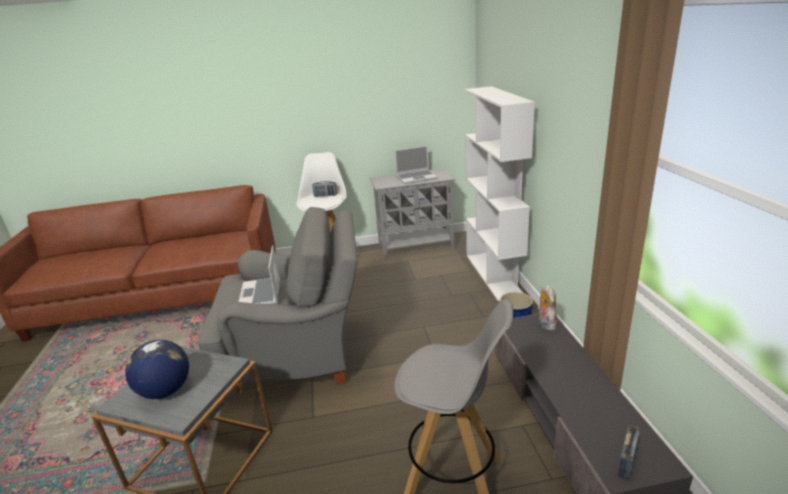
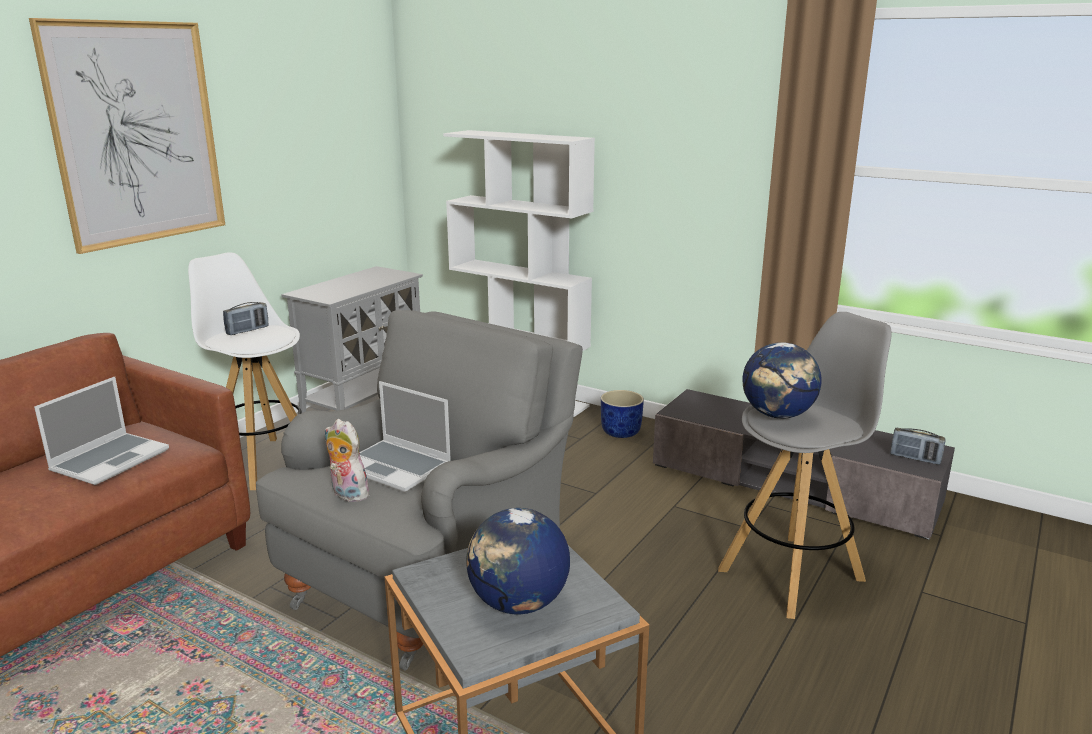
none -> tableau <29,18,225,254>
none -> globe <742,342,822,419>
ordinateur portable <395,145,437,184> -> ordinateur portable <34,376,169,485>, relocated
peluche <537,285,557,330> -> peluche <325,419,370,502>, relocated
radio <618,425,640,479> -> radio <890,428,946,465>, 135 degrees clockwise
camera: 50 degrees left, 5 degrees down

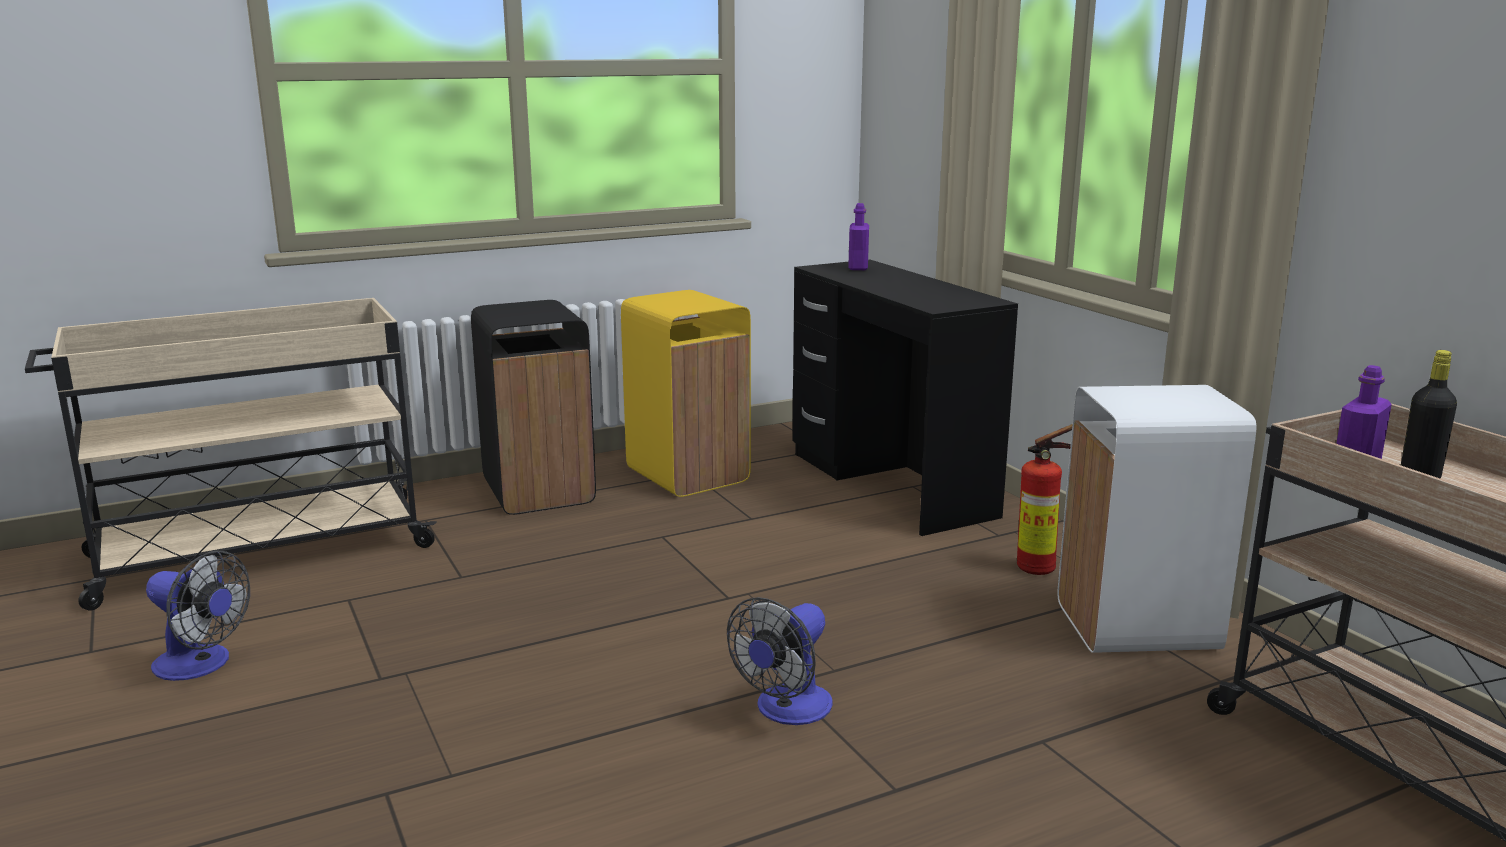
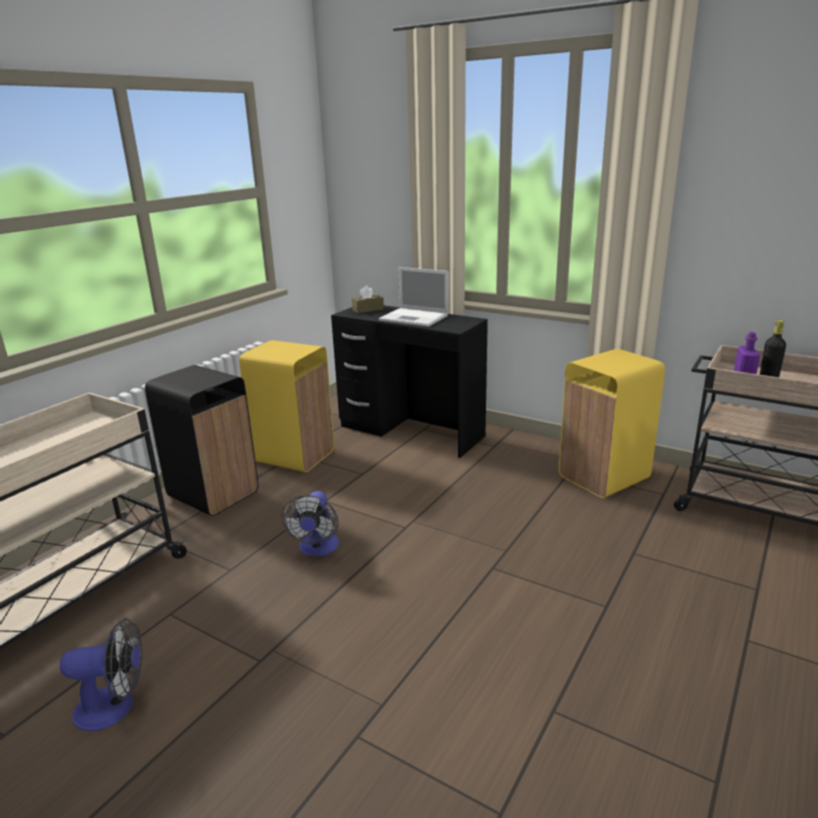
extincteur <1017,424,1072,575> -> none
none -> ordinateur portable <379,267,449,327>
ventilateur <727,597,833,725> -> ventilateur <282,491,339,556>, relocated
bouteille (violet) <848,203,869,270> -> boîte à mouchoirs (marron) <352,285,384,313>
poubelle (blanc) <1058,385,1257,653> -> poubelle (jaune) <559,349,665,498>
camera: 30 degrees left, 5 degrees up

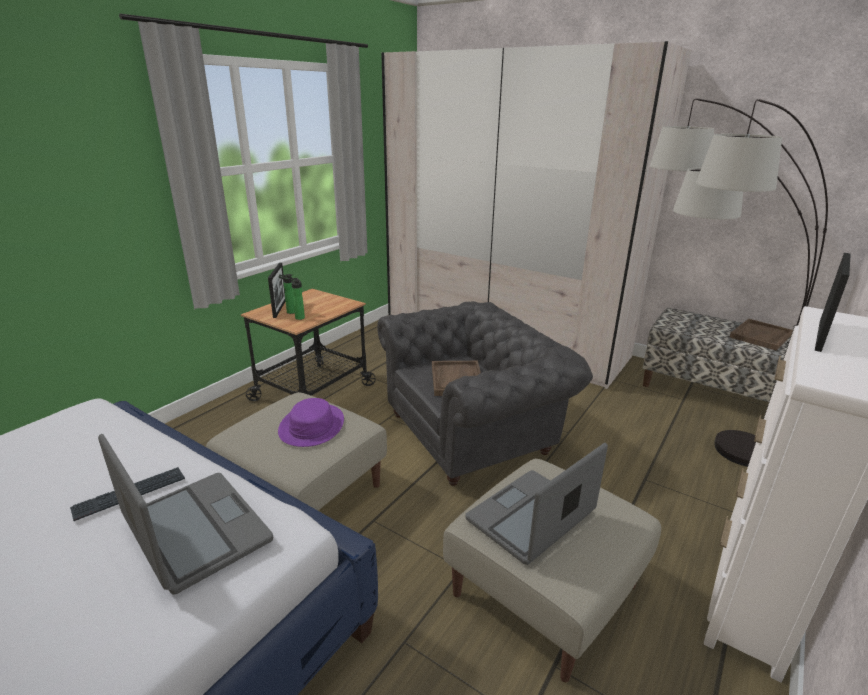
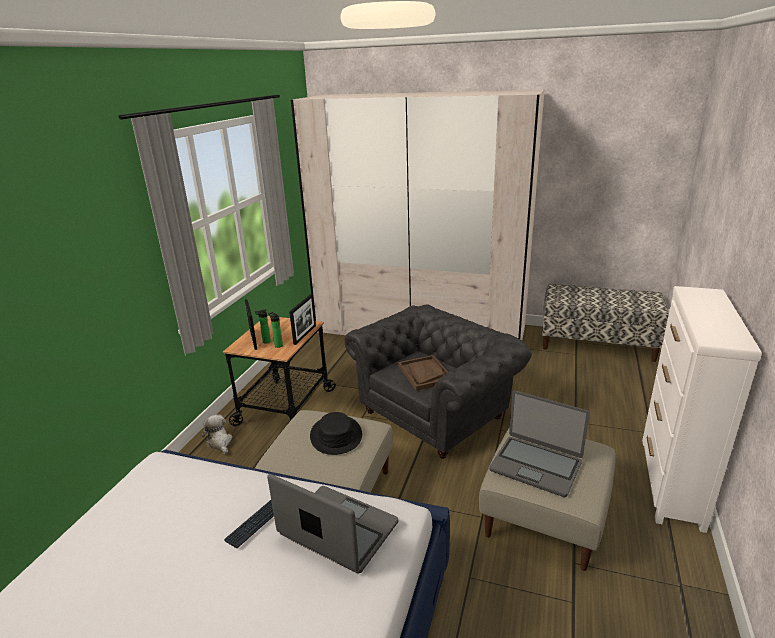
lampadaire <650,99,828,467> -> none
plateau (marron) <730,319,793,351> -> none
none -> peluche <202,415,232,454>
cadre photo <815,253,851,352> -> cadre photo <289,294,316,345>, relocated
chapeau (violet) <278,398,344,447> -> chapeau (noir) <310,412,362,455>
ordinateur portable <465,443,608,565> -> ordinateur portable <489,390,590,497>, 90 degrees counterclockwise
camera: 15 degrees left, 0 degrees up

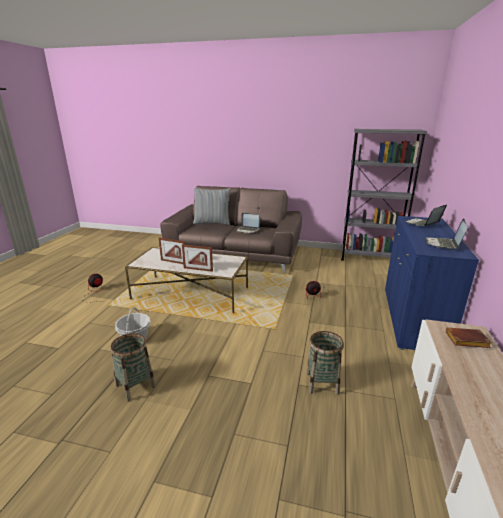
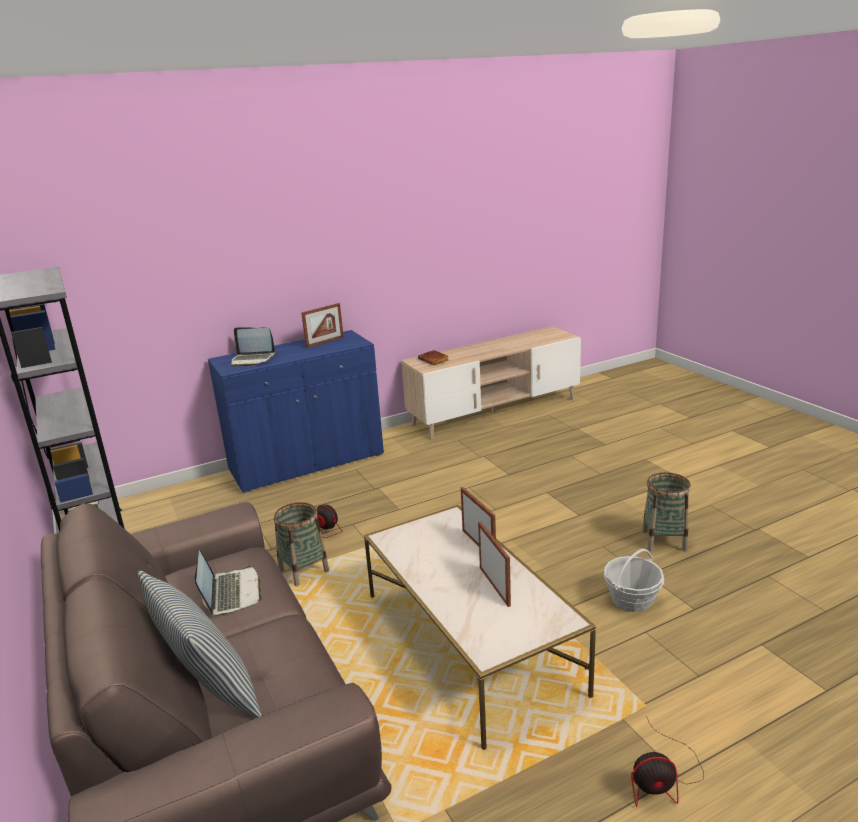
panier <306,331,344,395> -> panier <274,502,329,586>, relocated
ordinateur portable <425,218,468,249> -> cadre photo <301,303,344,348>
camera: 130 degrees left, 0 degrees up

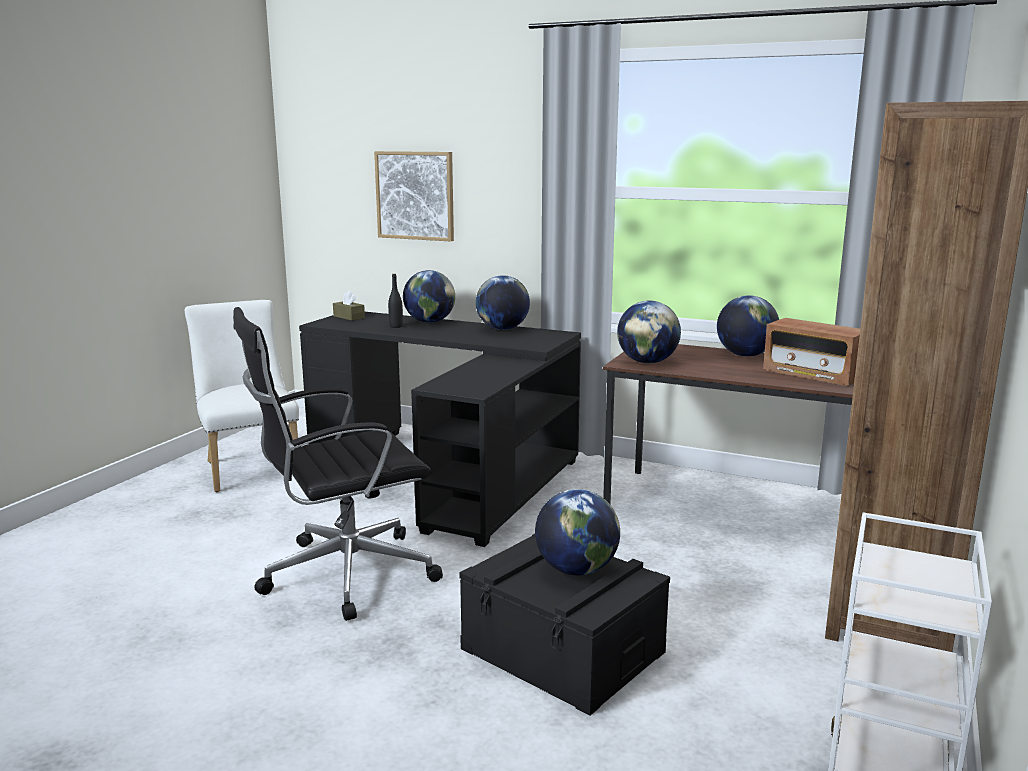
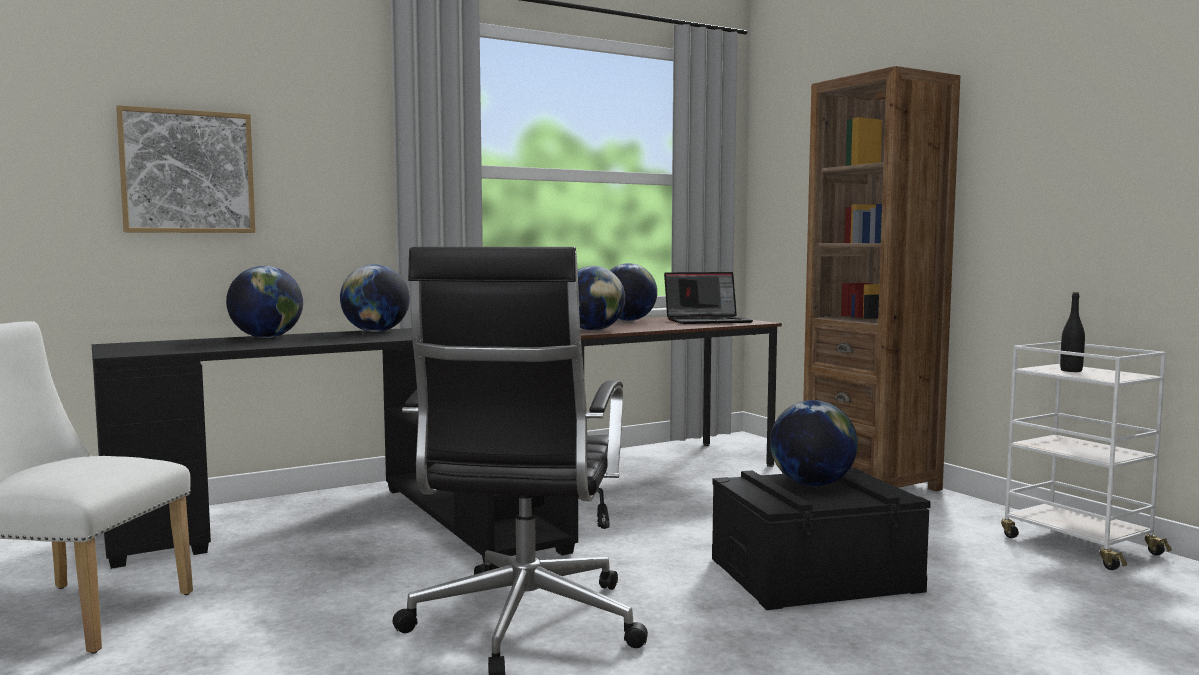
boîte à mouchoirs (marron) <333,291,365,321> -> none
bouteille (noir) <388,274,403,328> -> bouteille (noir) <1060,292,1085,372>, relocated
radio <763,318,860,386> -> ordinateur portable <664,272,753,324>
camera: 55 degrees left, 10 degrees down

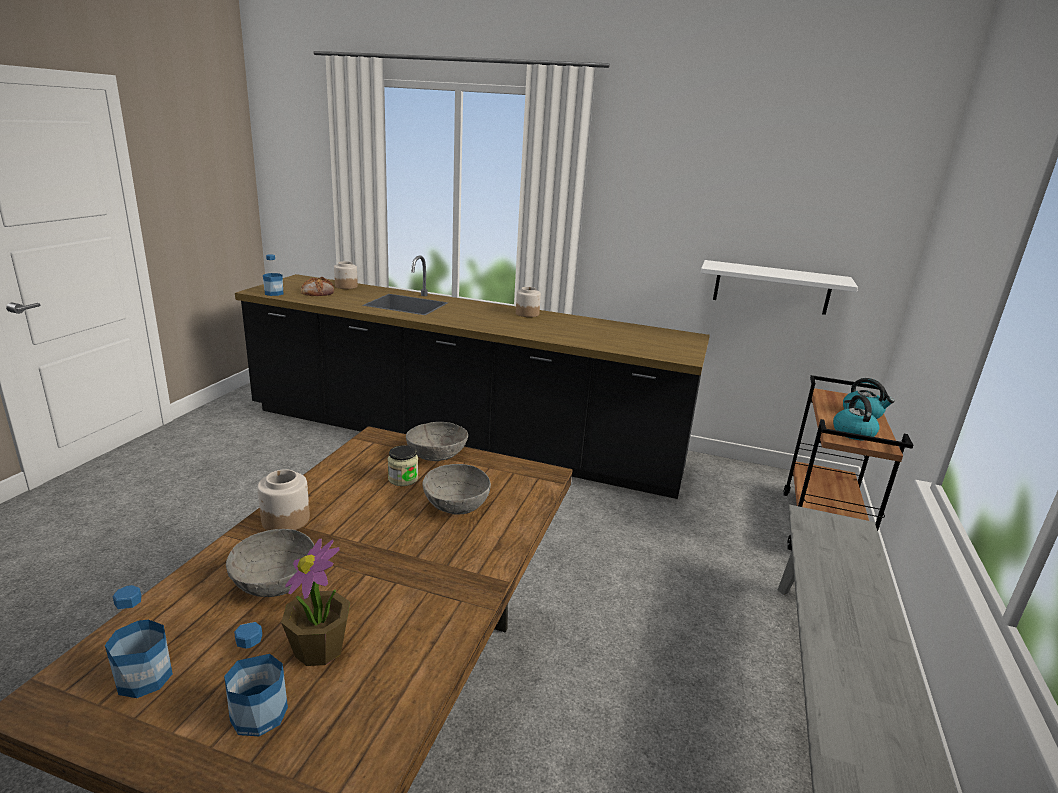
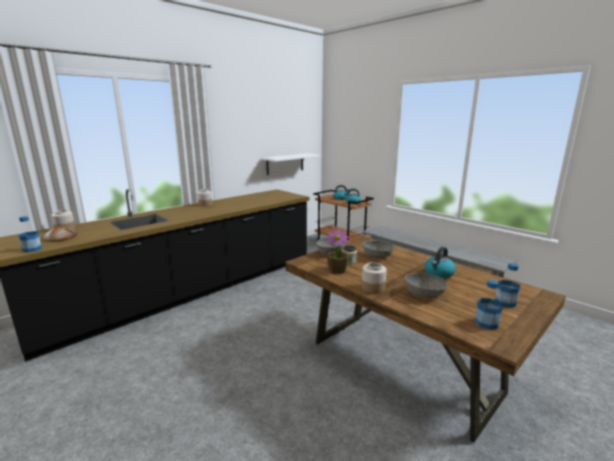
none -> bouilloire <425,247,456,278>
plante en pot <281,538,350,666> -> plante en pot <327,229,350,274>, relocated
camera: 60 degrees left, 5 degrees down

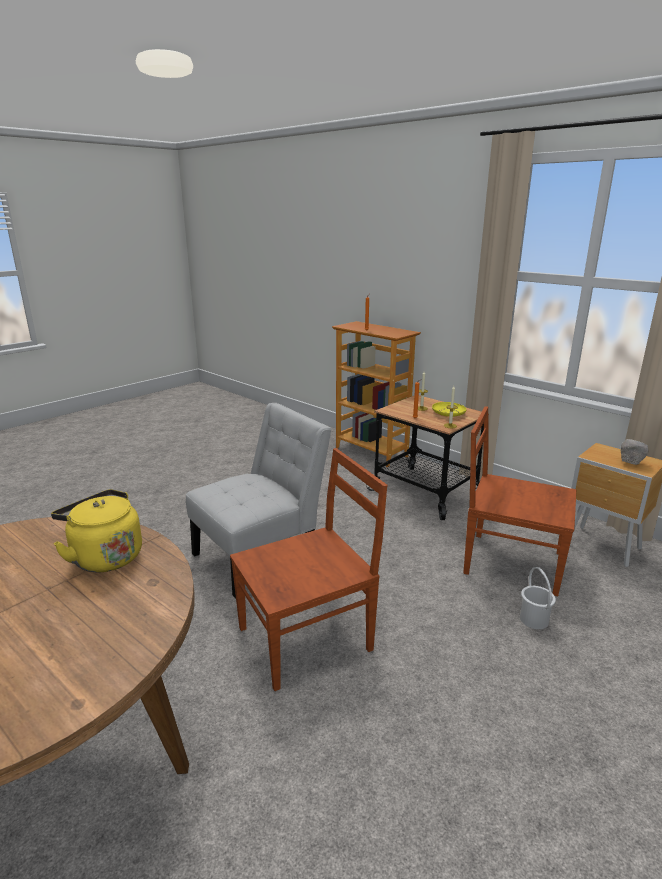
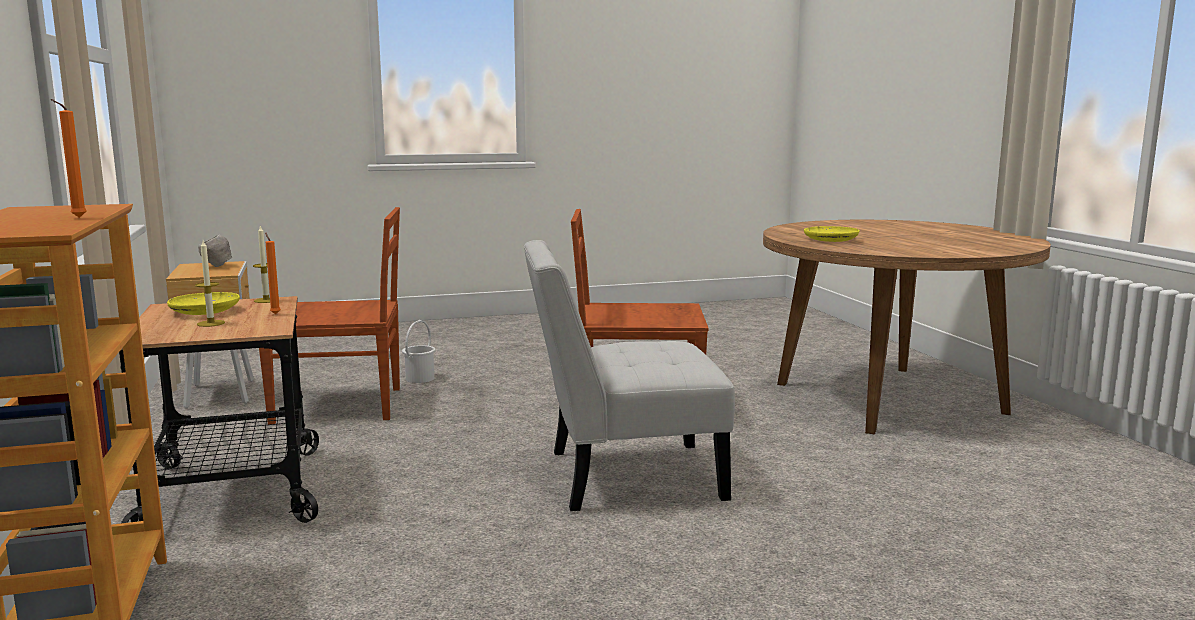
bouilloire (jaune) <51,489,142,573> -> assiette (jaune) <804,226,860,242>
chaise (marron) <463,406,576,596> -> chaise (marron) <259,207,400,425>, 60 degrees counterclockwise
camera: 150 degrees left, 10 degrees down

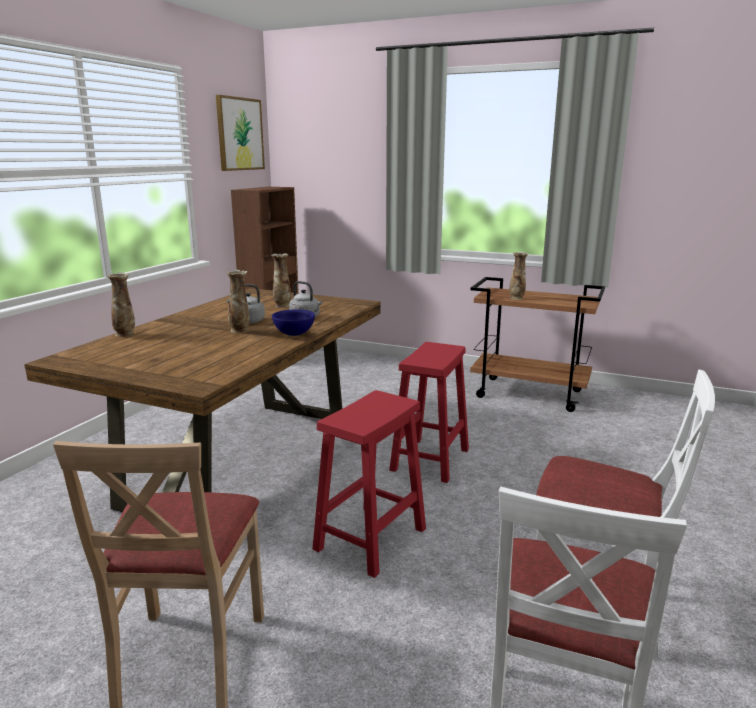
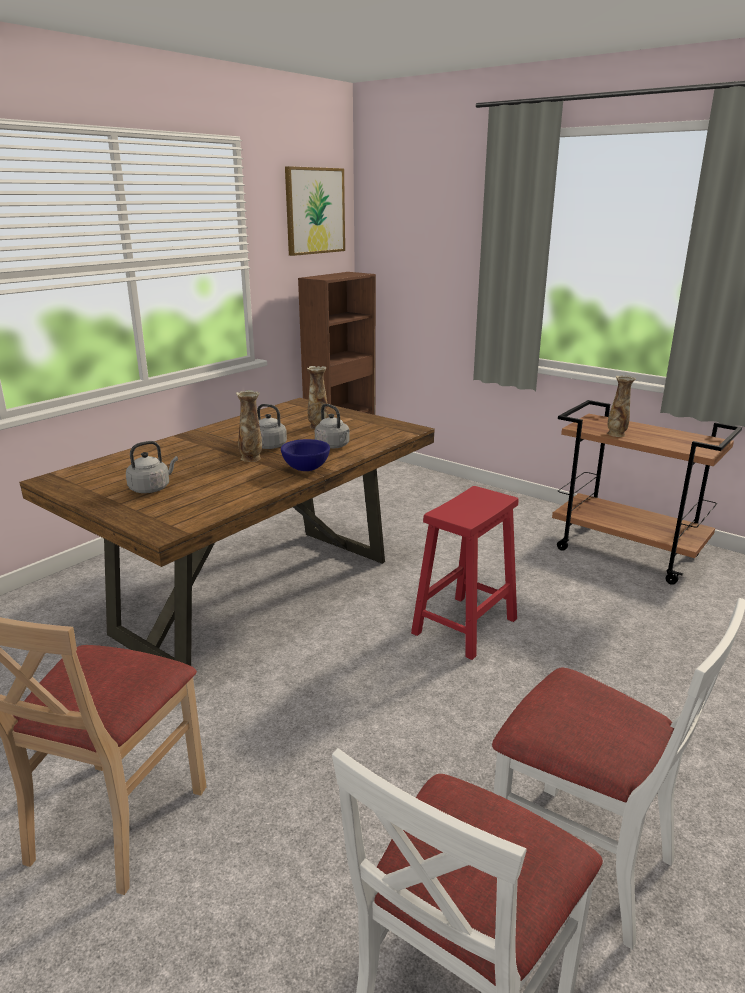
vase <107,272,135,337> -> none
tabouret (rouge) <312,390,426,578> -> none
none -> bouilloire (gris) <126,441,178,493>
camera: 15 degrees right, 5 degrees up

